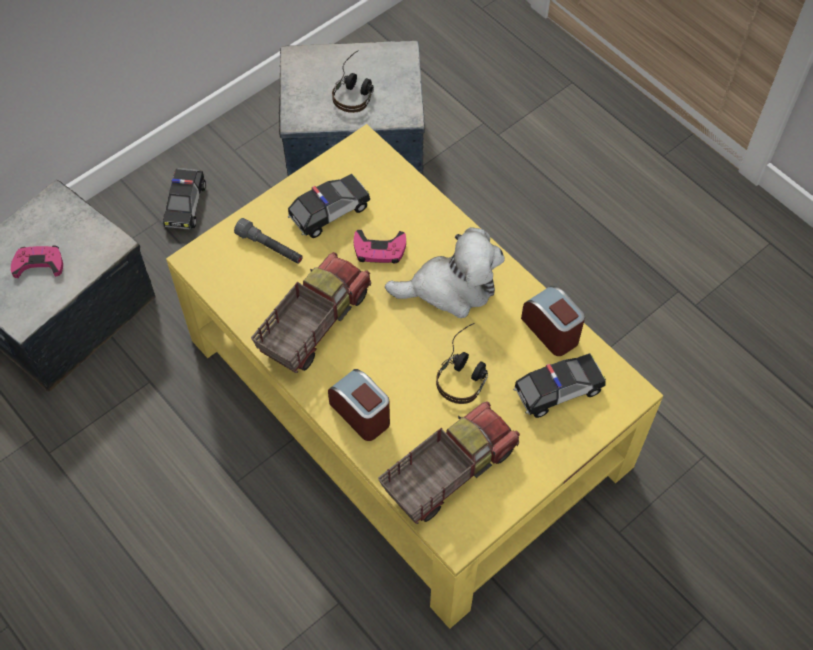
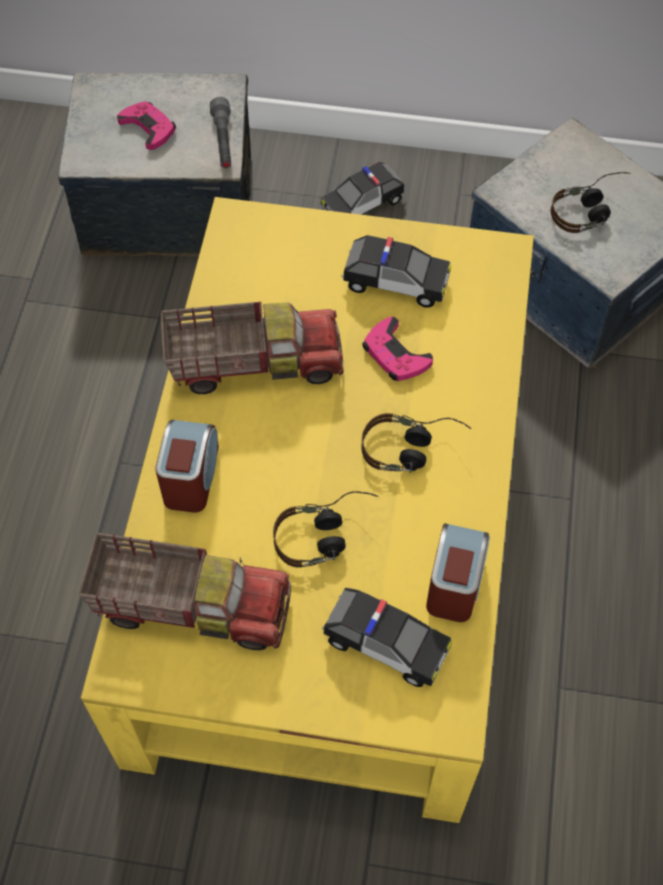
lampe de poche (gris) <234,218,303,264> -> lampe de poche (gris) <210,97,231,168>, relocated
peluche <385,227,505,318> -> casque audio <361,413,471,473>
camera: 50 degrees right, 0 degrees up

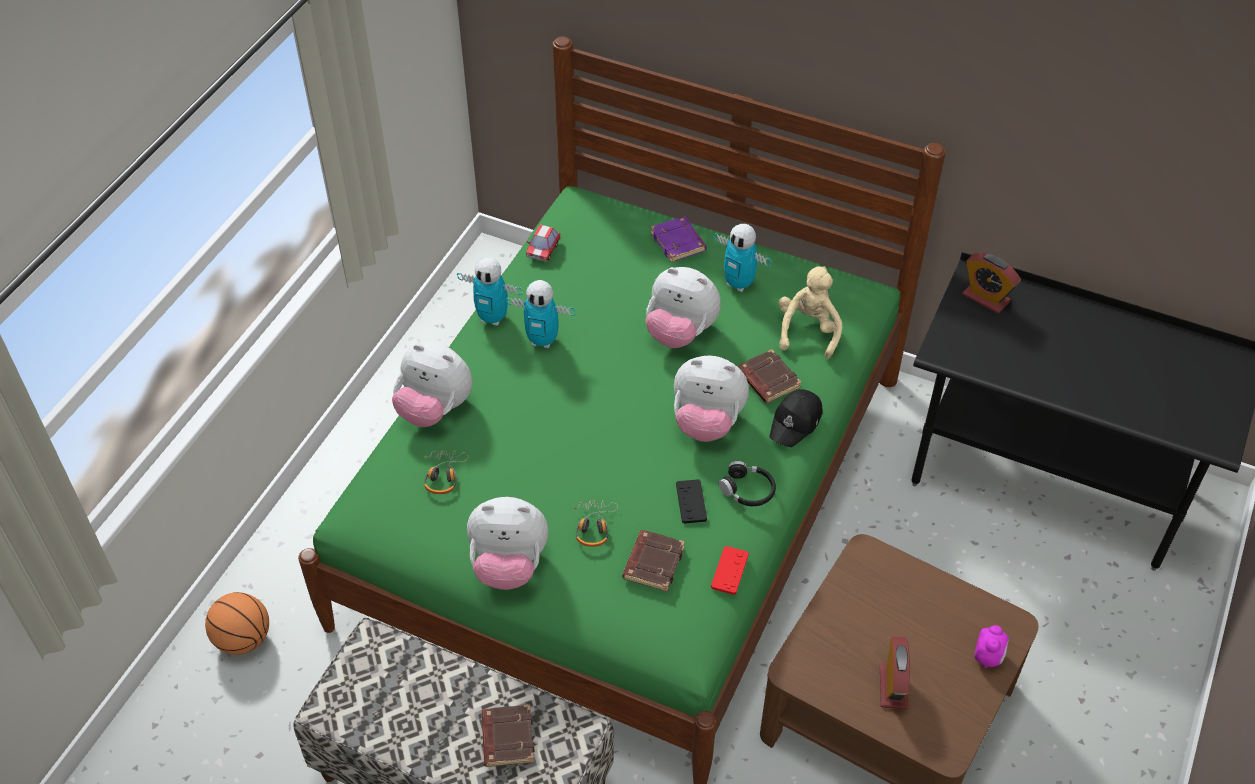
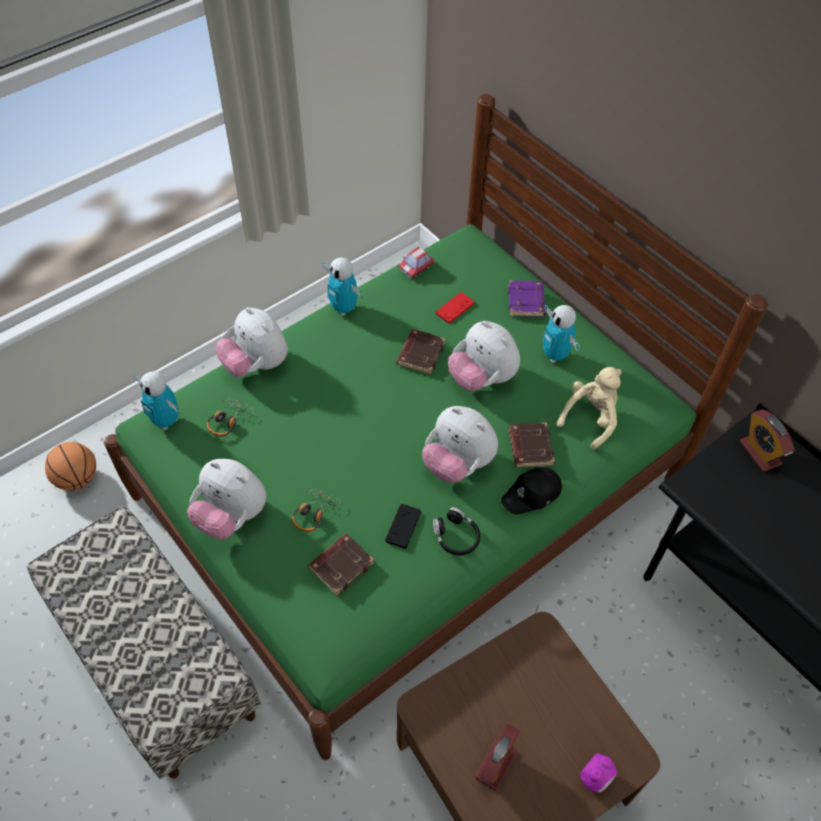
livre (marron) <482,704,535,767> -> livre (marron) <397,329,445,375>, relocated
robot jouet <506,280,575,348> -> robot jouet <134,371,180,430>, relocated
manette (rouge) <711,546,749,595> -> manette (rouge) <436,292,474,323>, relocated
camera: 25 degrees right, 5 degrees up

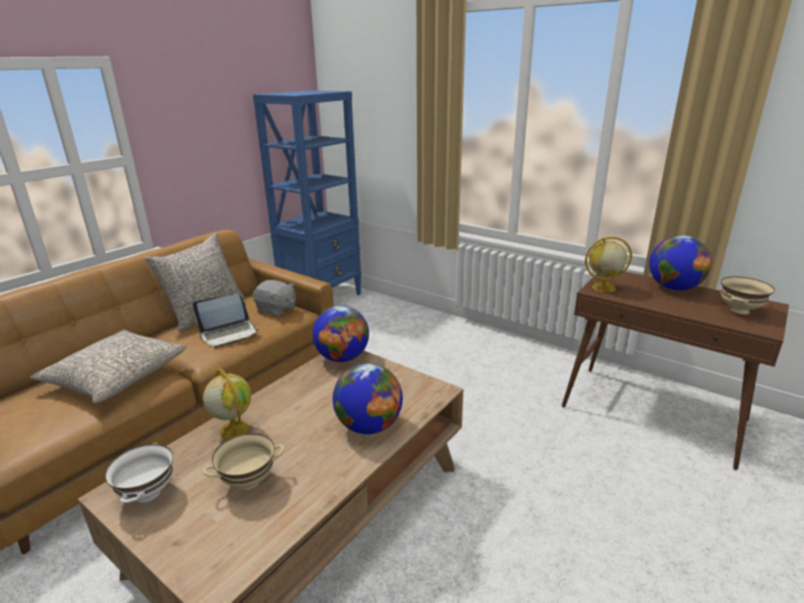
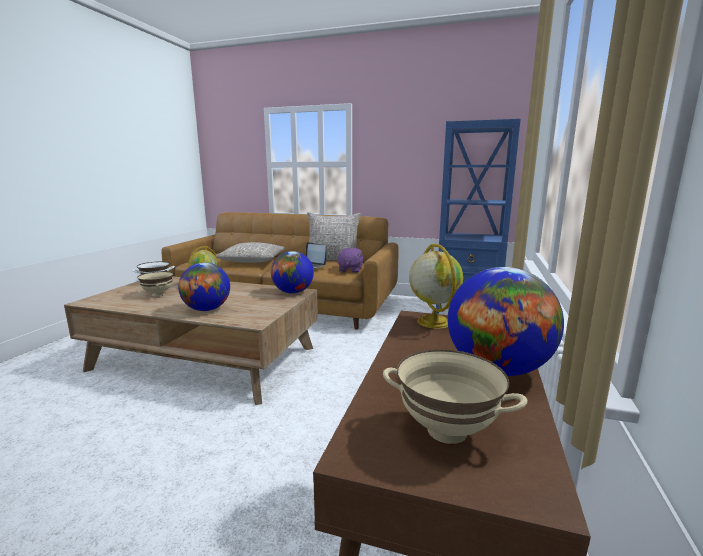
peluche (gris) <253,280,296,317> -> peluche (violet) <336,247,363,273>
camera: 70 degrees right, 10 degrees down

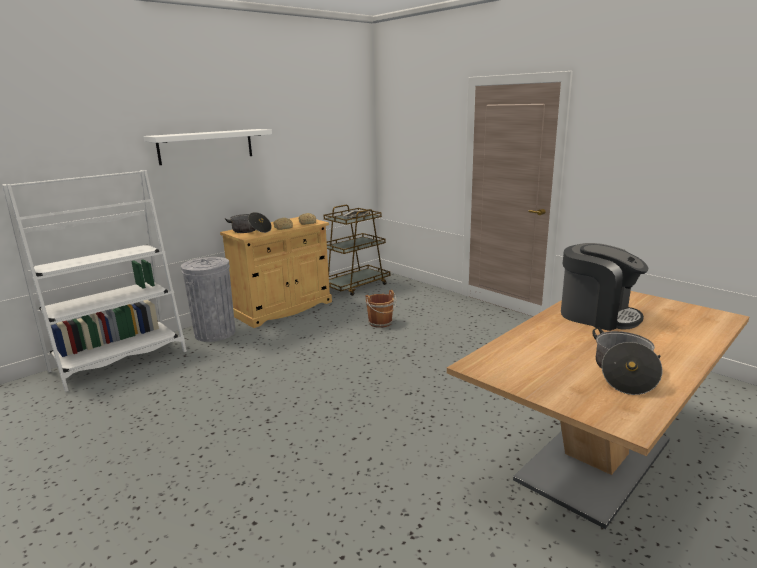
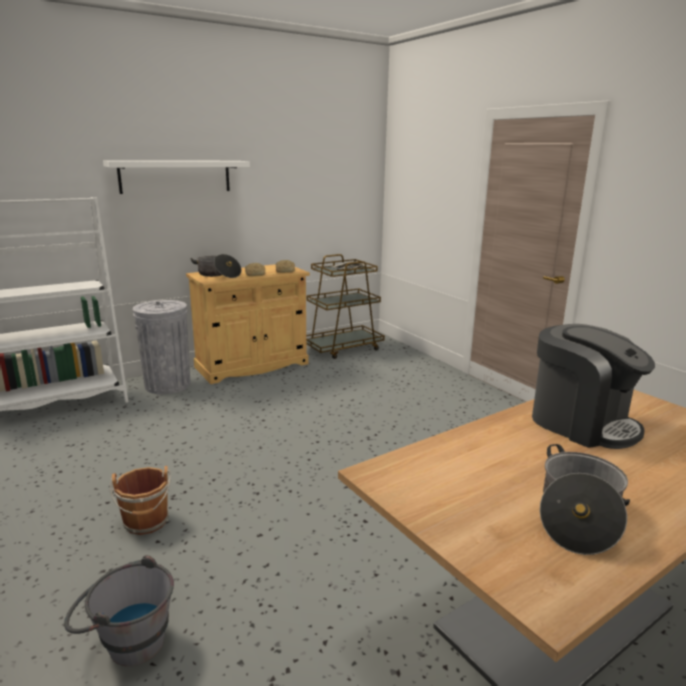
none -> seau (gris) <64,555,174,666>
seau (marron) <365,290,397,328> -> seau (marron) <110,466,171,535>, relocated
camera: 10 degrees right, 0 degrees up

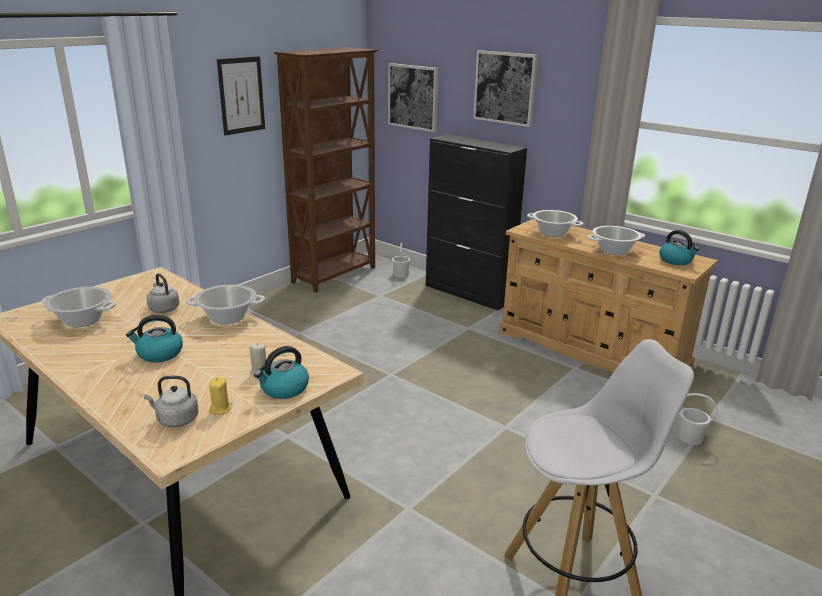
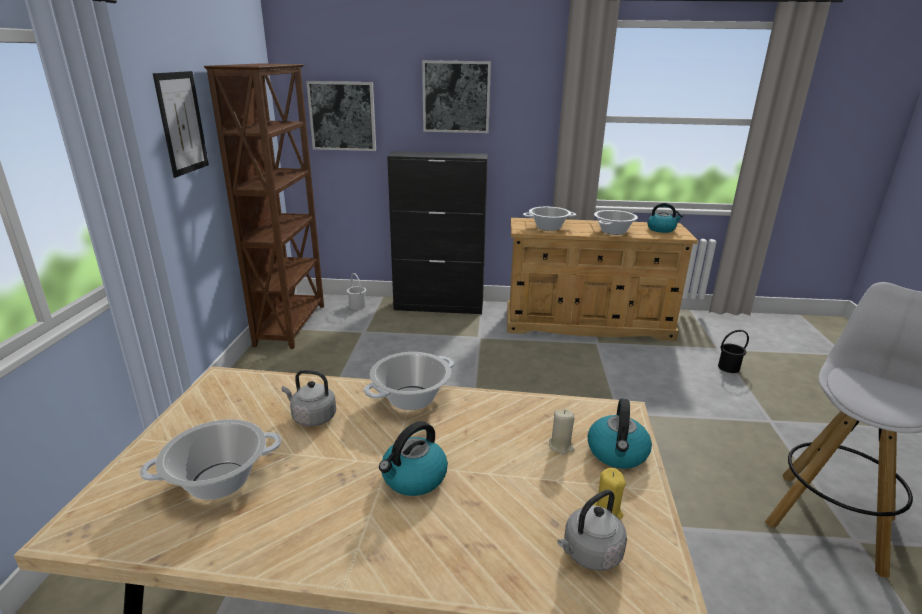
seau (blanc) <677,393,718,445> -> seau (noir) <718,330,749,373>
camera: 35 degrees left, 0 degrees up

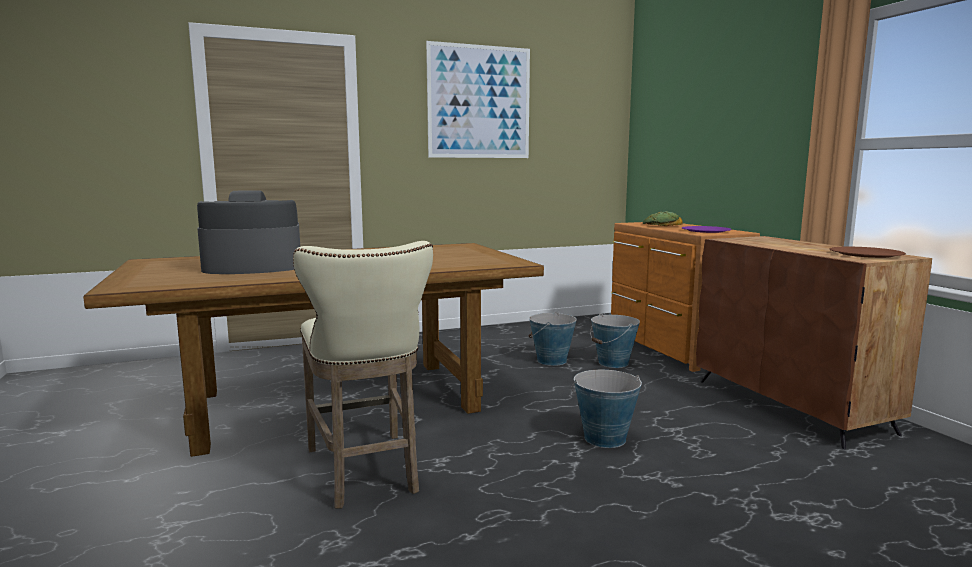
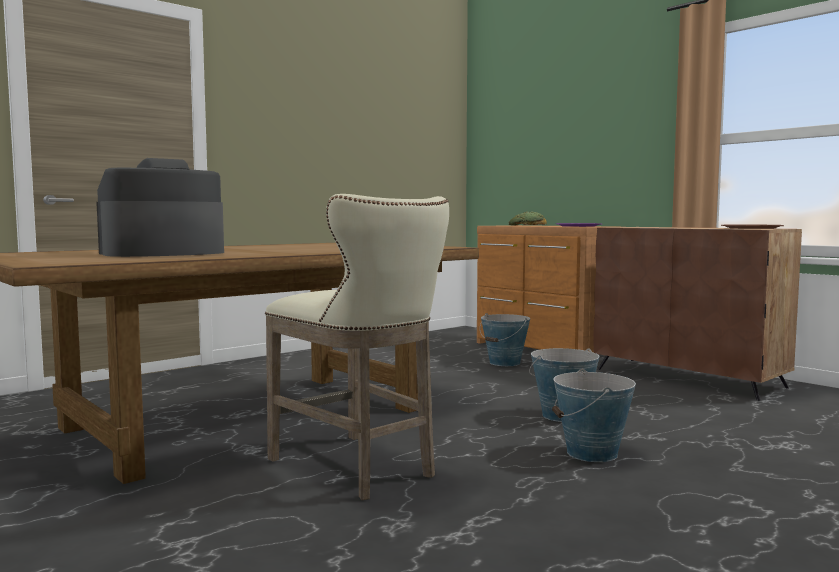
tableau <426,41,530,158> -> none
seau <529,311,577,366> -> seau <552,369,636,462>, relocated
camera: 20 degrees left, 5 degrees down

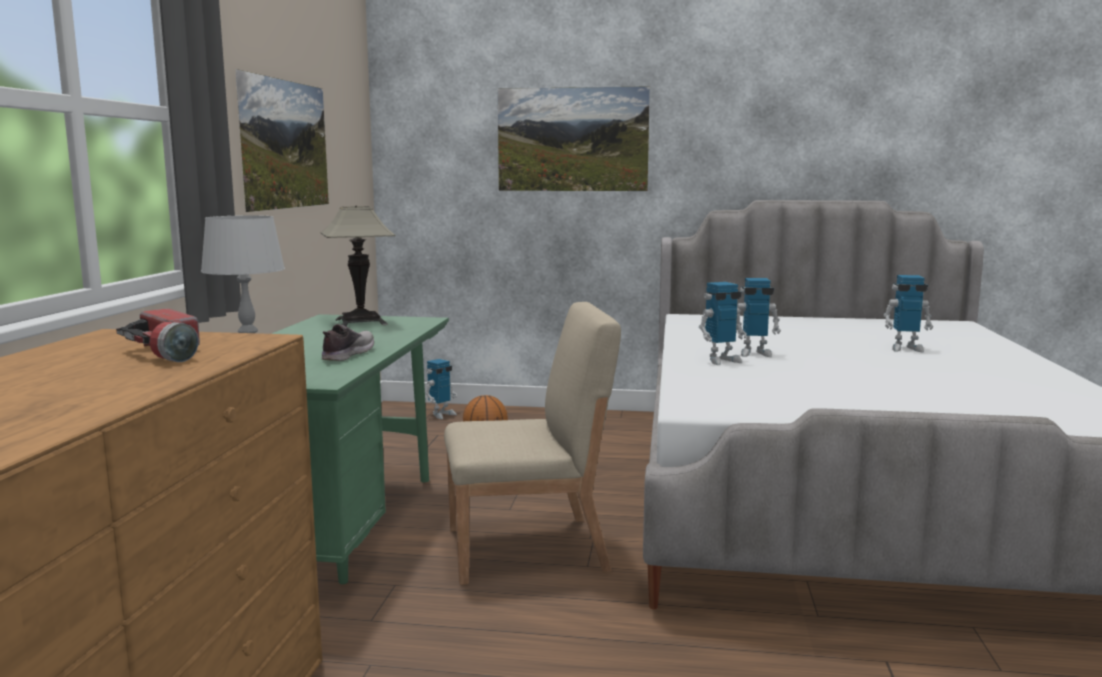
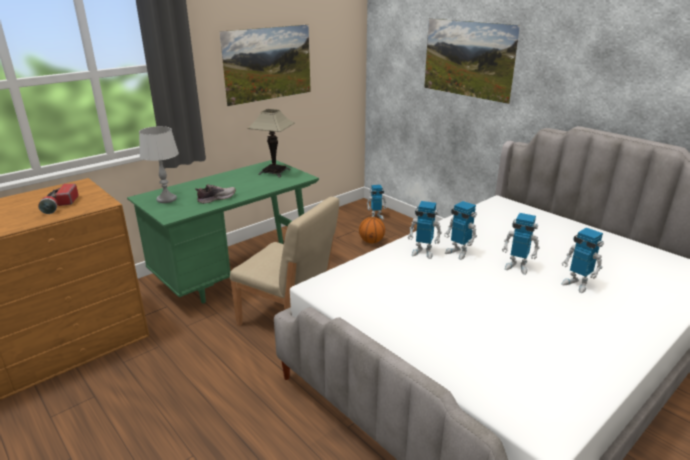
none -> robot jouet <502,213,540,275>
camera: 40 degrees right, 15 degrees up

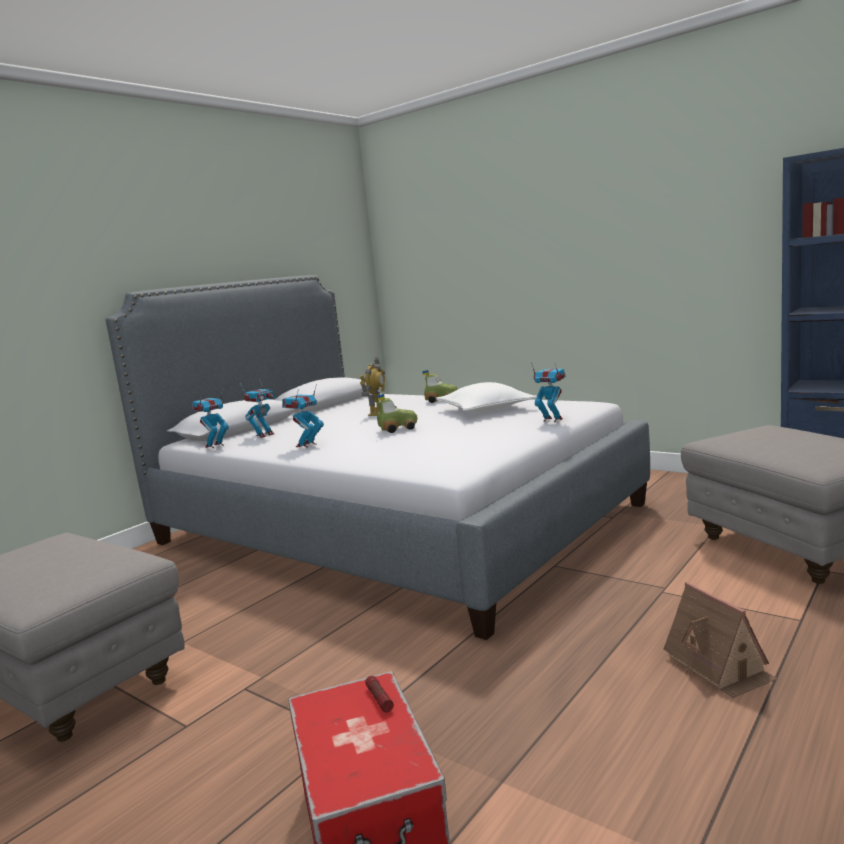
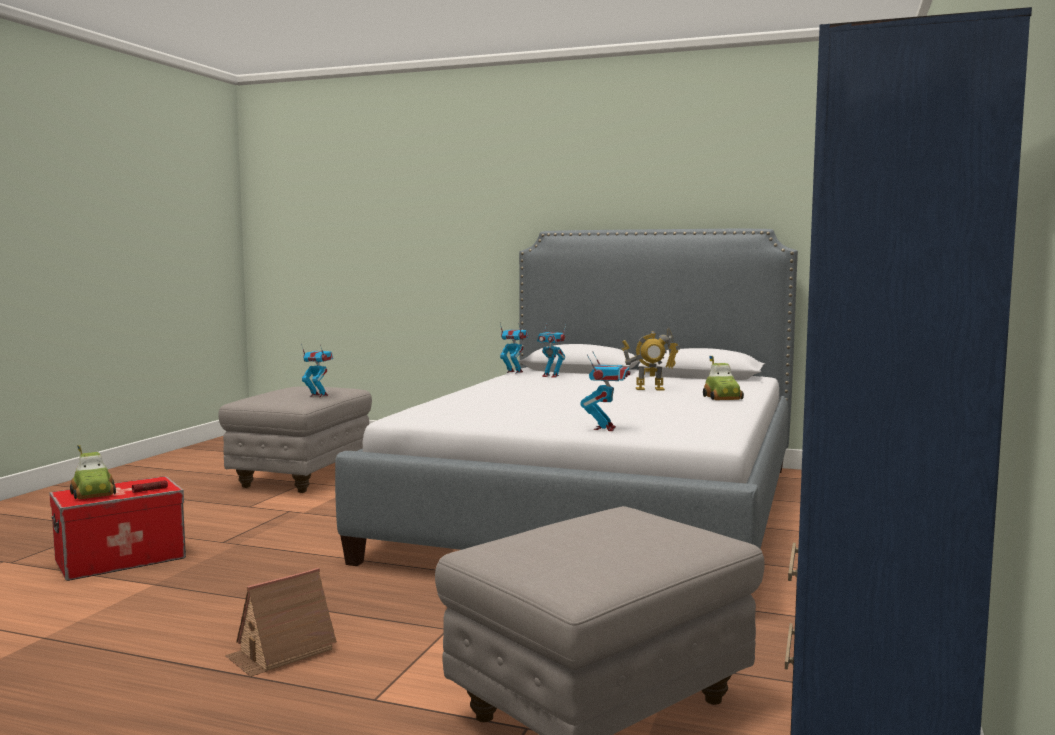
coussin (blanc) <436,382,537,412> -> none
robot jouet <282,384,324,448> -> robot jouet <301,344,333,397>, relocated
petite voiture <377,394,418,433> -> petite voiture <70,445,116,499>, relocated
camera: 70 degrees right, 5 degrees down

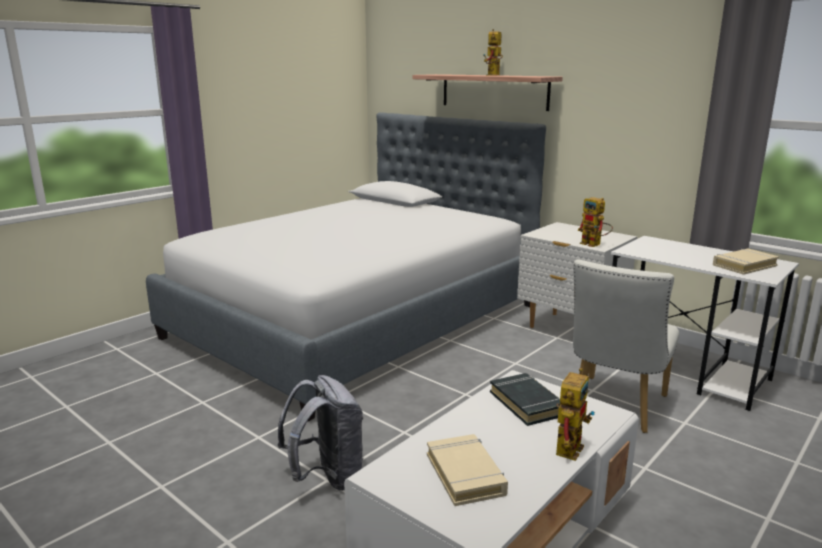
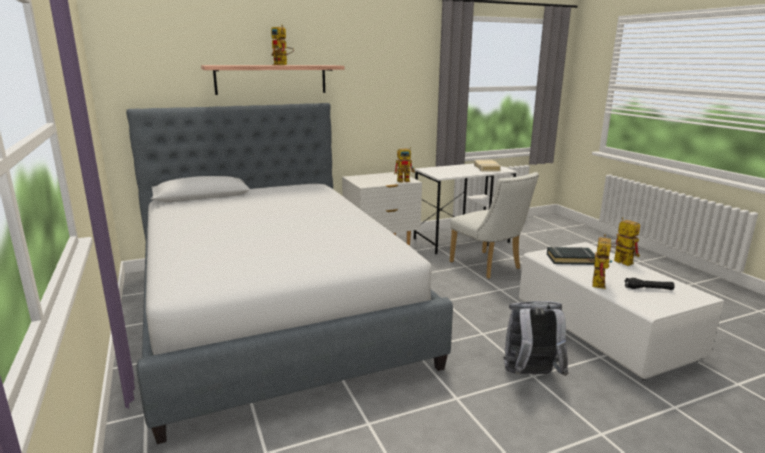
none -> robot jouet <587,234,612,289>
livre (beige) <427,434,508,506> -> lampe de poche (noir) <624,278,674,290>
camera: 65 degrees left, 0 degrees up

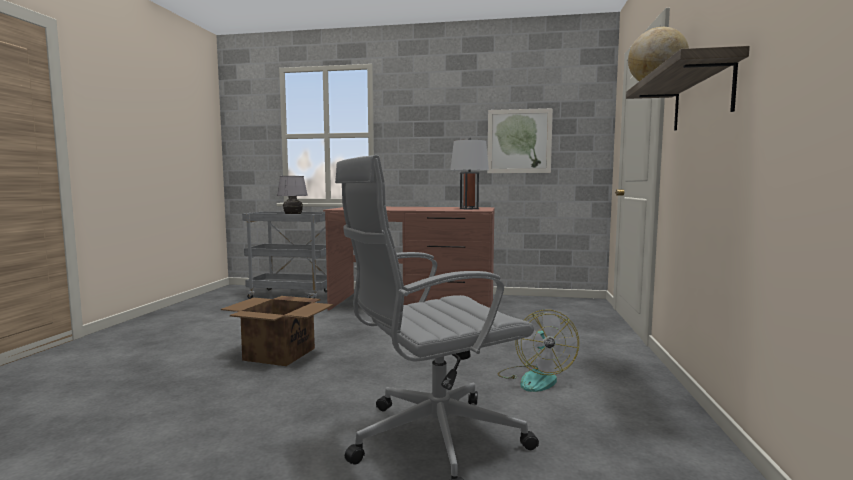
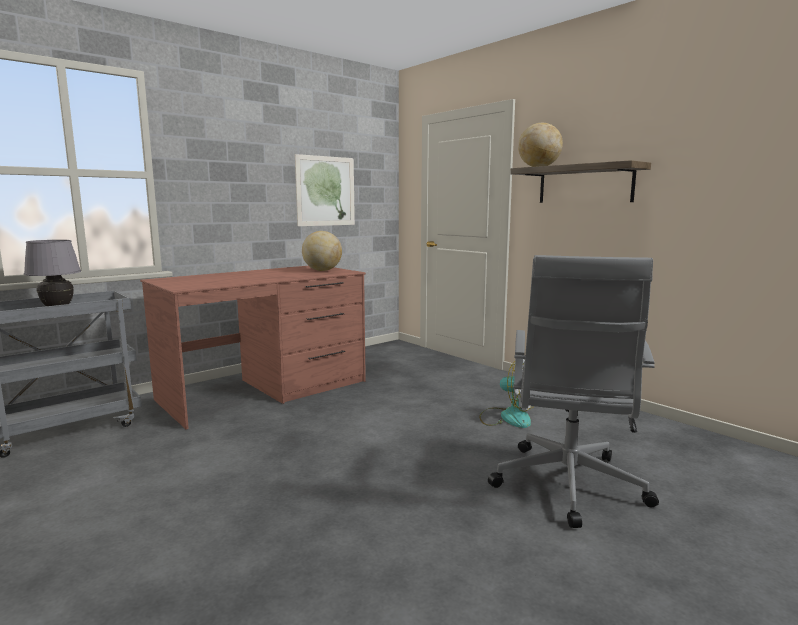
carton <221,296,334,366> -> none
lampe de table (gris) <451,138,489,210> -> globe <302,231,342,271>
camera: 50 degrees left, 5 degrees up

